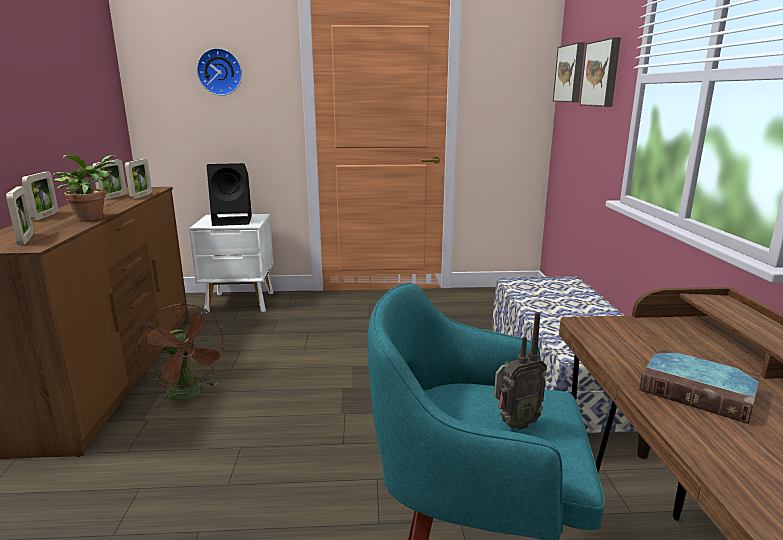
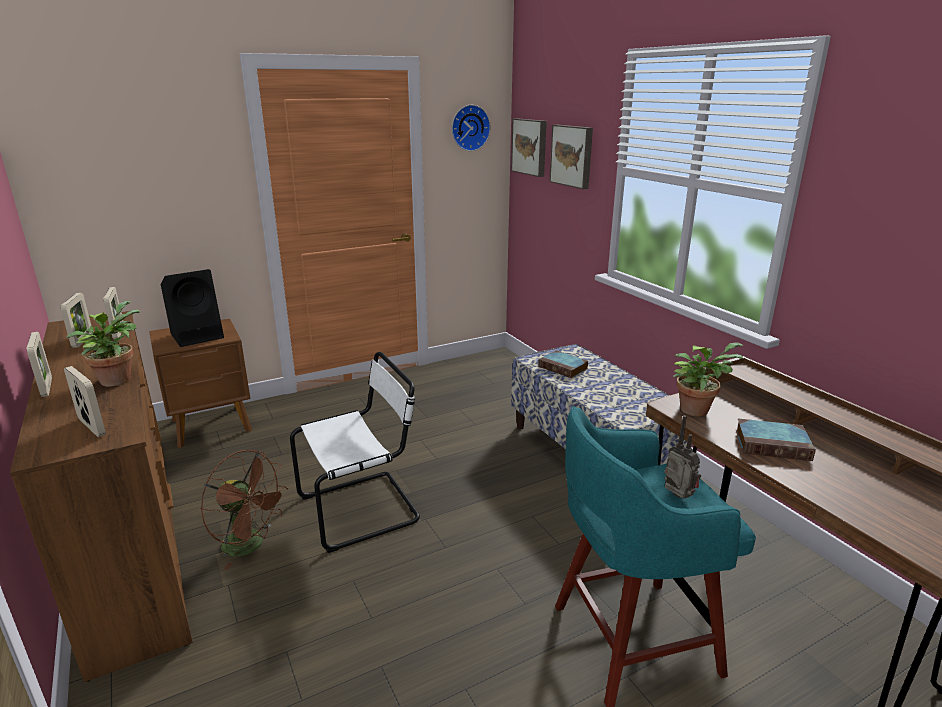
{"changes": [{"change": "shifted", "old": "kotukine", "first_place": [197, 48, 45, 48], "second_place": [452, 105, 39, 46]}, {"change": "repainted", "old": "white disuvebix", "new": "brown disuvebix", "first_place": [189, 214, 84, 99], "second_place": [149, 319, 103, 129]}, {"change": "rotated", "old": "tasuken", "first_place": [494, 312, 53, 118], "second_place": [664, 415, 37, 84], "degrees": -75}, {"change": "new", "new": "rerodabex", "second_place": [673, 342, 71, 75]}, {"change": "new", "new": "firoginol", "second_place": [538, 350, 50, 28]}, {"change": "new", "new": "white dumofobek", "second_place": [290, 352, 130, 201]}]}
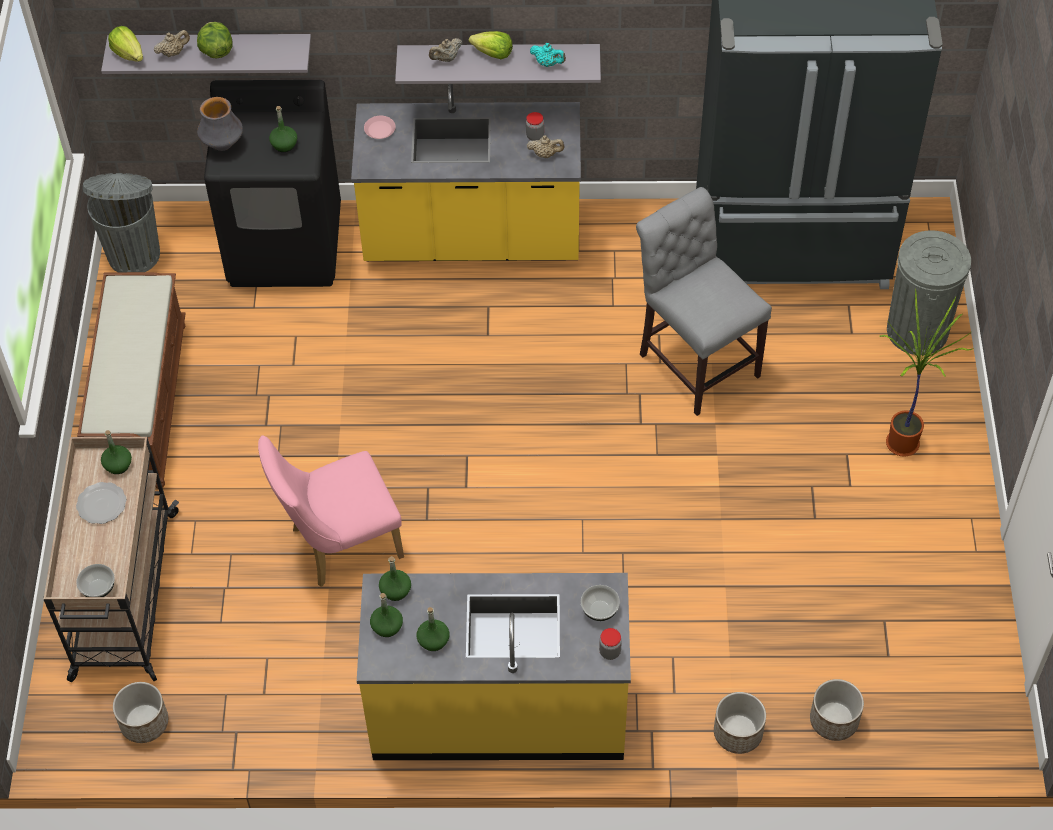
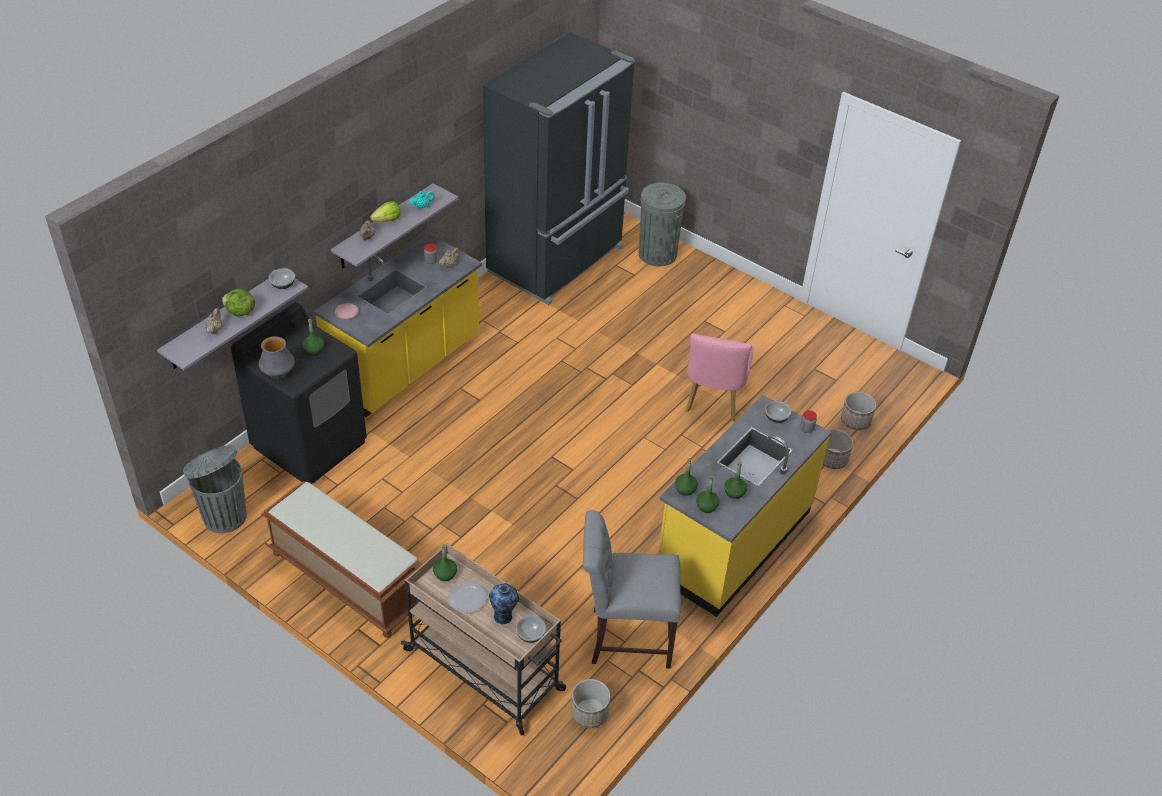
{"changes": [{"change": "gone", "old": "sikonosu", "first_place": [108, 26, 35, 36]}, {"change": "shifted", "old": "grey dumofobek", "first_place": [636, 187, 136, 229], "second_place": [583, 510, 98, 159]}, {"change": "gone", "old": "rerodabex", "first_place": [879, 288, 94, 169]}, {"change": "shifted", "old": "pink dumofobek", "first_place": [258, 435, 146, 152], "second_place": [685, 334, 69, 87]}, {"change": "new", "new": "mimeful", "second_place": [269, 268, 26, 21]}, {"change": "new", "new": "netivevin", "second_place": [489, 583, 30, 42]}]}
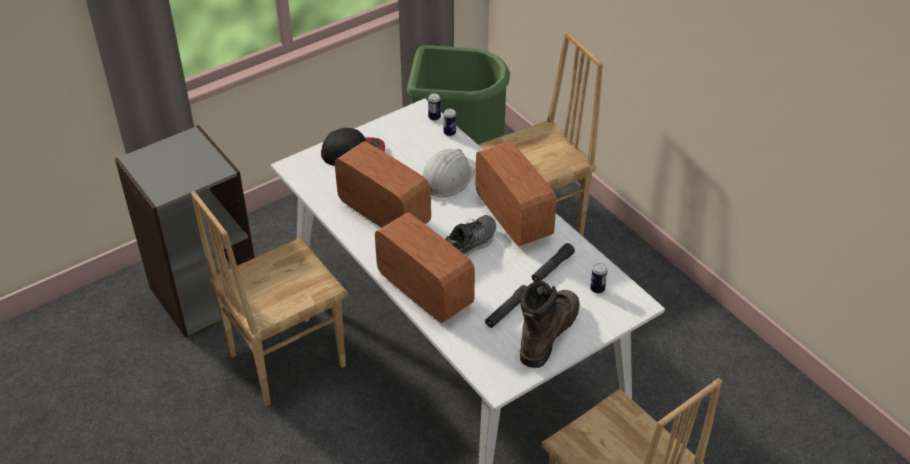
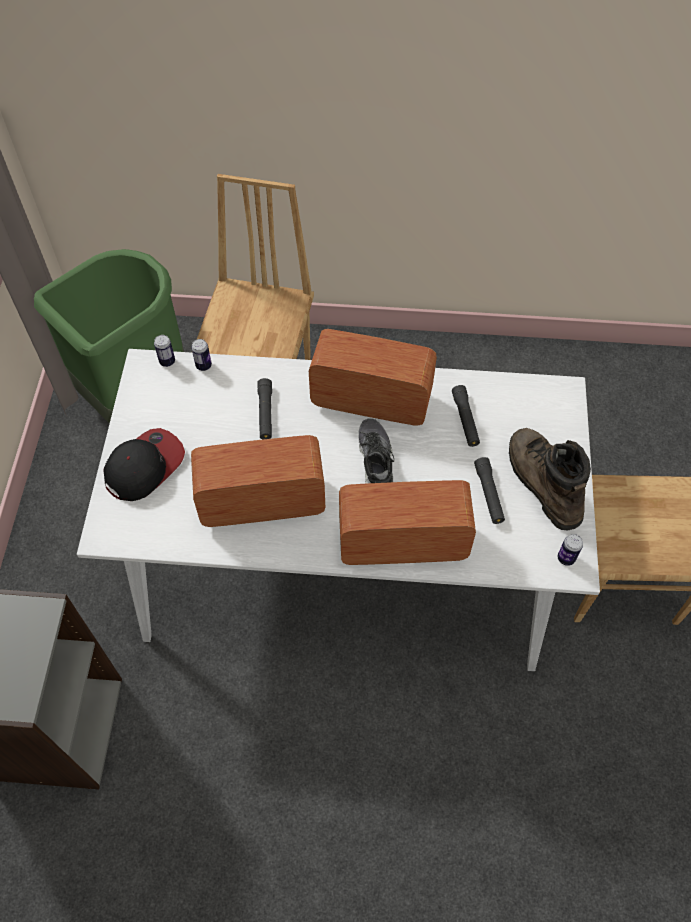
{"changes": [{"change": "swapped", "old": "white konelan", "new": "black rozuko", "first_place": [422, 149, 54, 48], "second_place": [257, 378, 15, 61]}, {"change": "gone", "old": "brown dumofobek", "first_place": [191, 191, 157, 216]}, {"change": "shifted", "old": "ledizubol", "first_place": [590, 263, 17, 30], "second_place": [558, 534, 25, 32]}]}
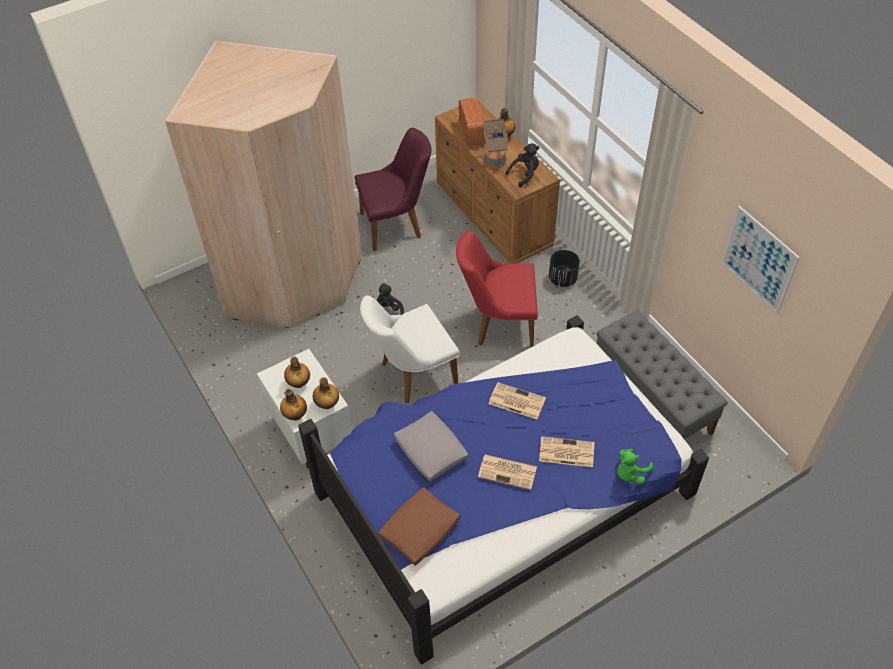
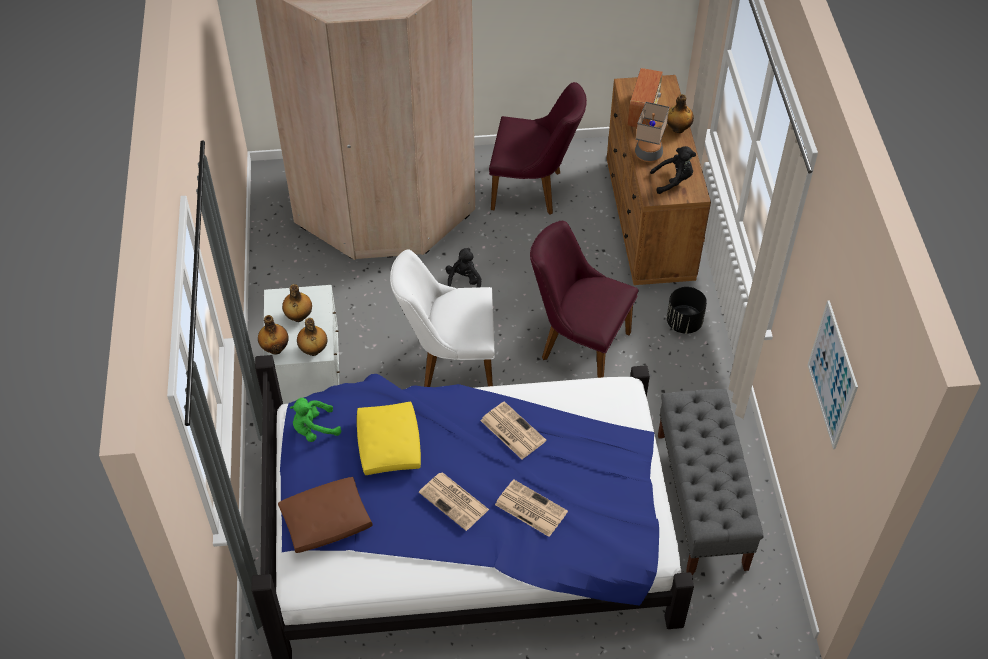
{"changes": [{"change": "repainted", "old": "red dumofobek", "new": "purple dumofobek", "first_place": [456, 231, 82, 116], "second_place": [530, 221, 109, 157]}, {"change": "repainted", "old": "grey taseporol", "new": "yellow taseporol", "first_place": [394, 411, 75, 71], "second_place": [357, 402, 64, 73]}, {"change": "shifted", "old": "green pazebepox", "first_place": [617, 449, 36, 35], "second_place": [290, 398, 51, 44]}]}
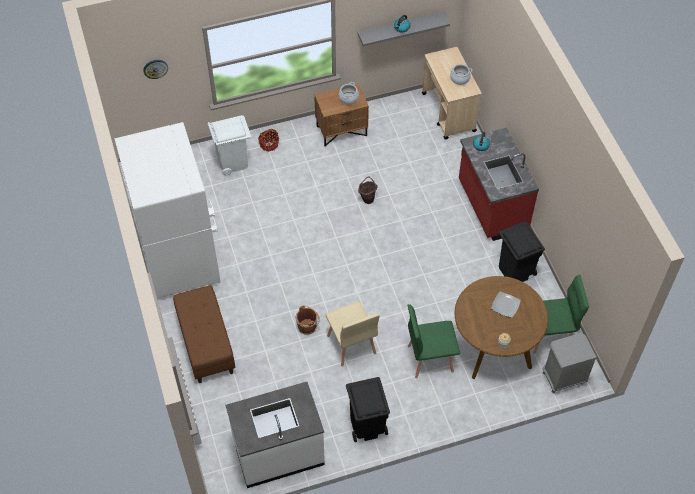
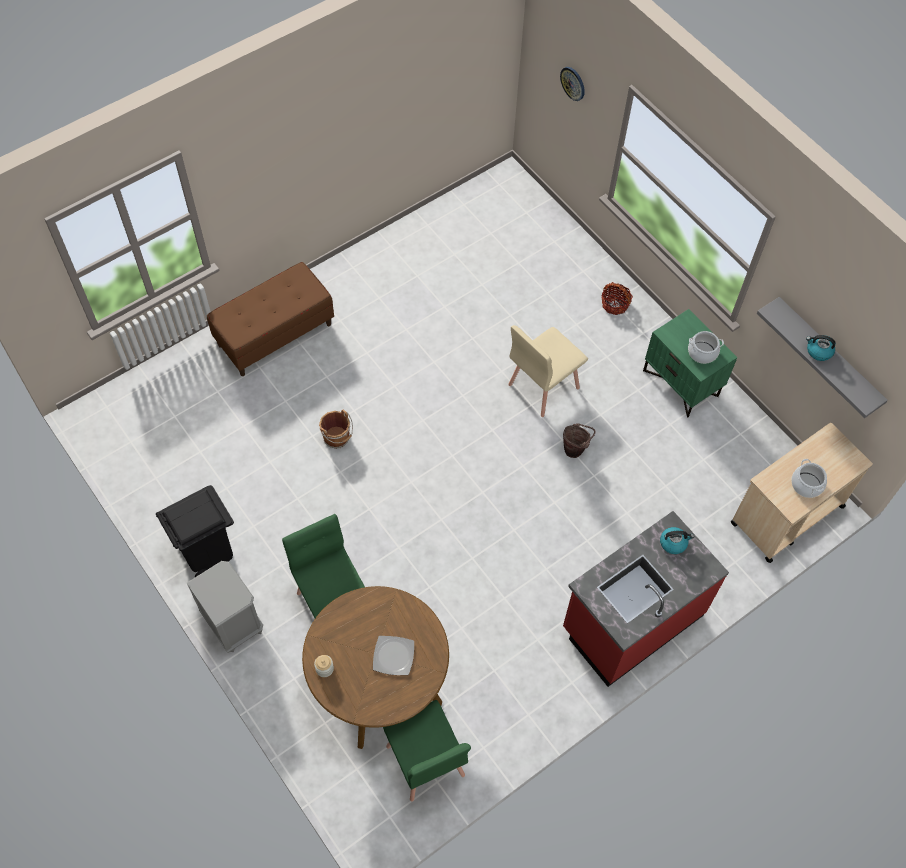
{"changes": [{"change": "repainted", "old": "brown disuvebix", "new": "green disuvebix", "first_place": [314, 84, 55, 62], "second_place": [643, 309, 94, 109]}, {"change": "gone", "old": "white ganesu", "first_place": [208, 115, 43, 60]}, {"change": "gone", "old": "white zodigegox", "first_place": [114, 122, 107, 176]}, {"change": "gone", "old": "black ganesu", "first_place": [498, 221, 47, 61]}, {"change": "shifted", "old": "beige dumofobek", "first_place": [325, 302, 55, 65], "second_place": [508, 325, 80, 92]}, {"change": "shifted", "old": "grey disuvebix", "first_place": [543, 333, 54, 60], "second_place": [187, 561, 76, 92]}, {"change": "gone", "old": "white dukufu", "first_place": [226, 382, 99, 106]}]}
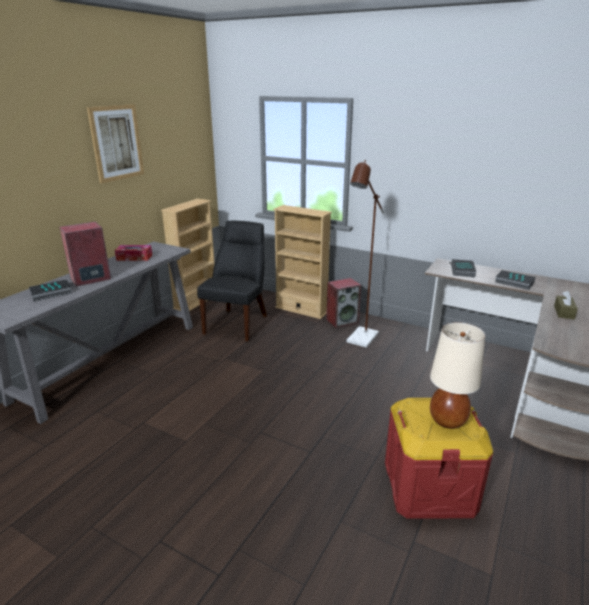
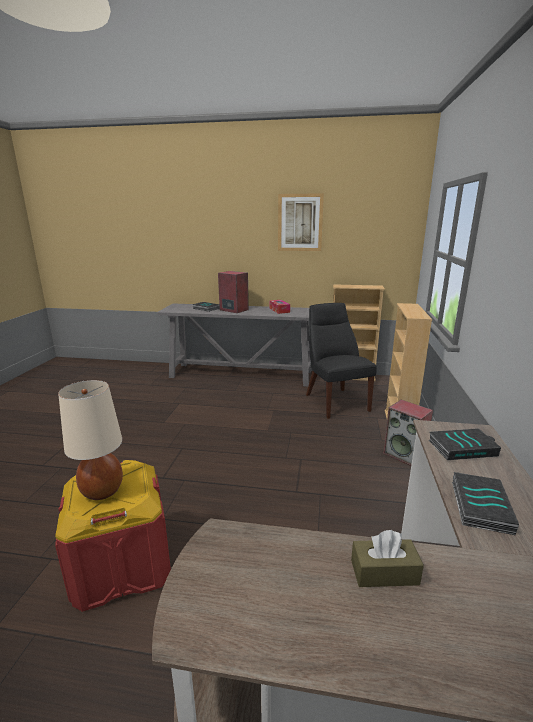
{"changes": [{"change": "gone", "old": "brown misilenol", "first_place": [346, 160, 38, 188]}, {"change": "rotated", "old": "black dumofobek", "first_place": [197, 221, 70, 120], "second_place": [306, 303, 71, 116], "degrees": -105}]}
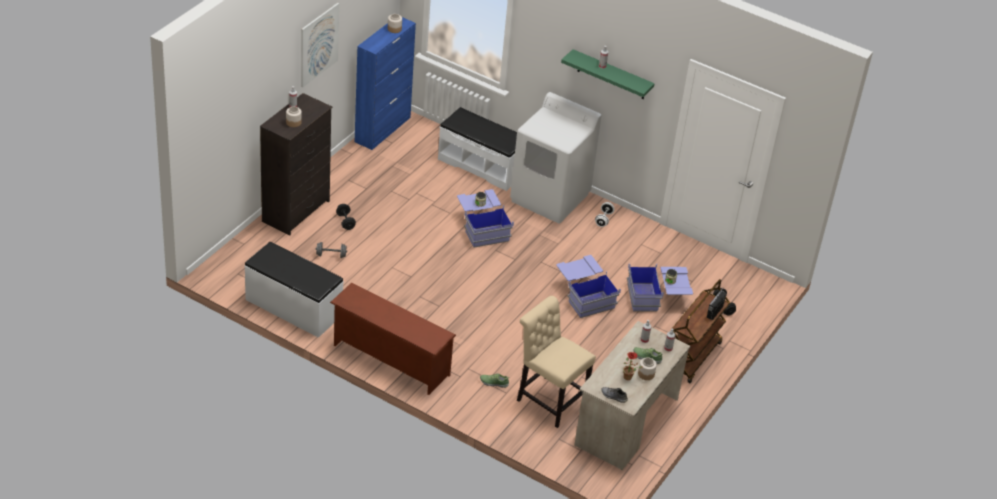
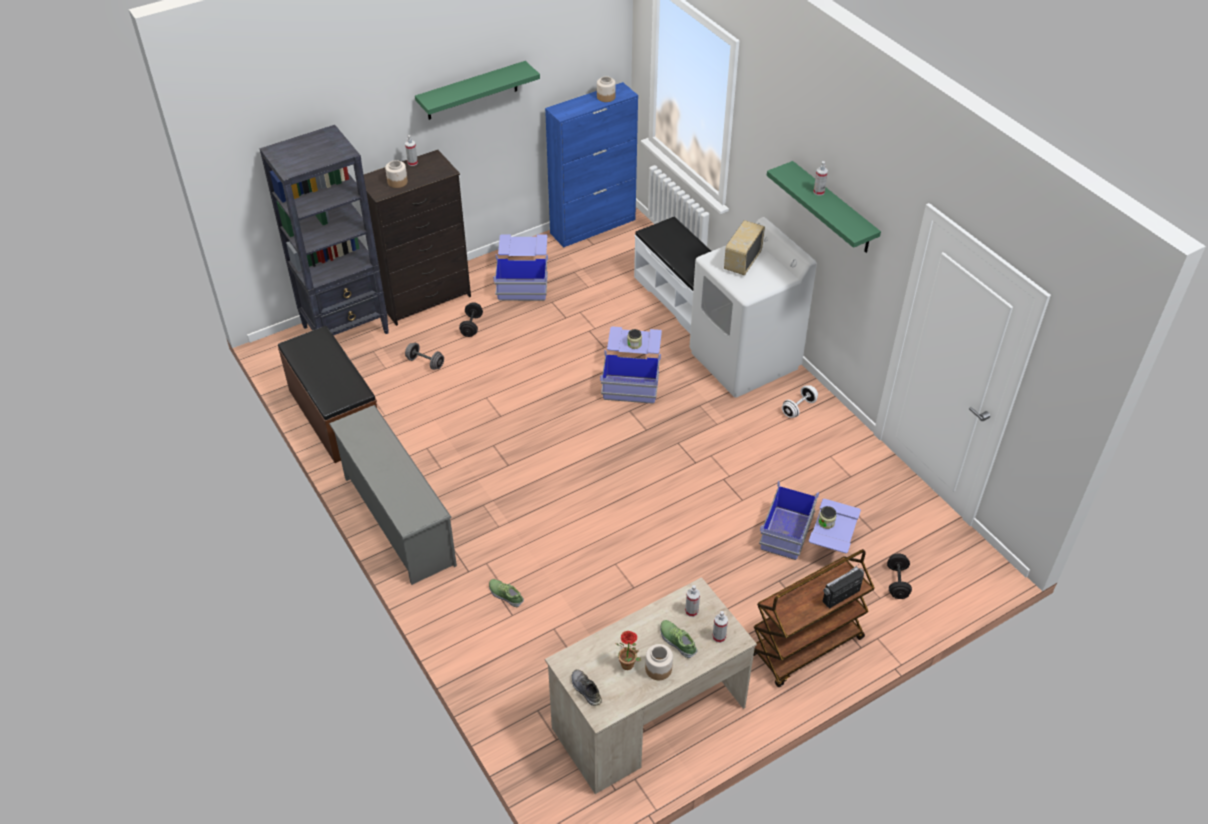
{"changes": [{"change": "swapped", "old": "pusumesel", "new": "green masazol", "first_place": [301, 3, 38, 85], "second_place": [415, 61, 125, 59]}, {"change": "repainted", "old": "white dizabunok", "new": "brown dizabunok", "first_place": [245, 242, 99, 96], "second_place": [278, 326, 99, 137]}, {"change": "shifted", "old": "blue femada", "first_place": [556, 255, 65, 63], "second_place": [493, 235, 55, 66]}, {"change": "repainted", "old": "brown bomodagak", "new": "grey bomodagak", "first_place": [330, 283, 126, 112], "second_place": [329, 405, 128, 180]}, {"change": "gone", "old": "beige dumofobek", "first_place": [517, 296, 79, 132]}, {"change": "new", "new": "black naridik", "second_place": [259, 125, 130, 211]}, {"change": "new", "new": "tasuken", "second_place": [724, 220, 41, 55]}]}
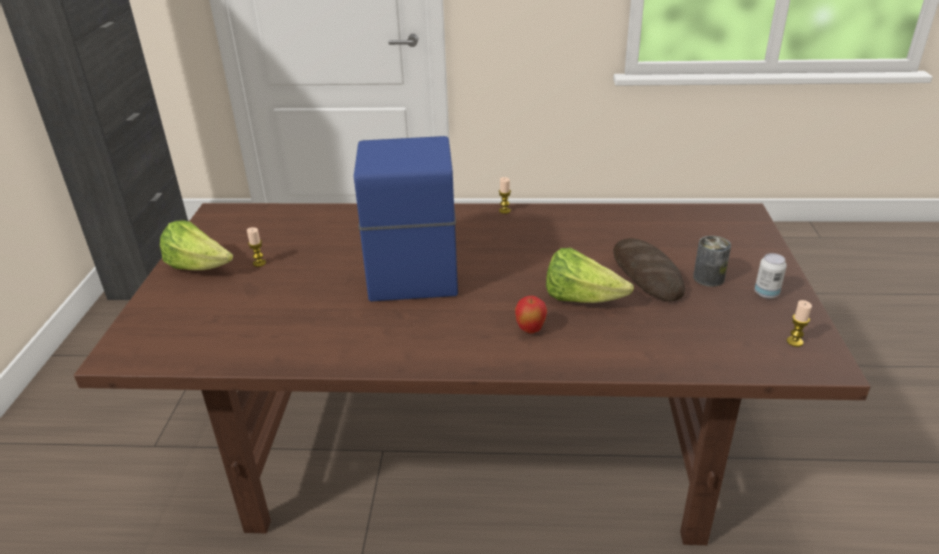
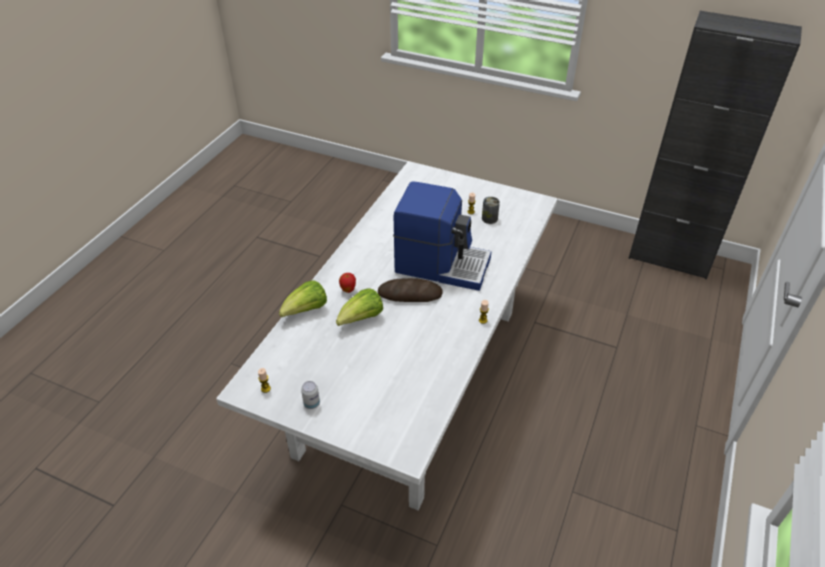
{"changes": [{"change": "repainted", "old": "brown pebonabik", "new": "white pebonabik", "first_place": [74, 203, 796, 342], "second_place": [216, 161, 342, 349]}, {"change": "shifted", "old": "sikonosu", "first_place": [160, 220, 73, 50], "second_place": [279, 280, 48, 37]}, {"change": "shifted", "old": "ledizubol", "first_place": [693, 236, 38, 51], "second_place": [482, 197, 18, 27]}, {"change": "shifted", "old": "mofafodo", "first_place": [613, 238, 72, 64], "second_place": [378, 278, 64, 24]}]}
